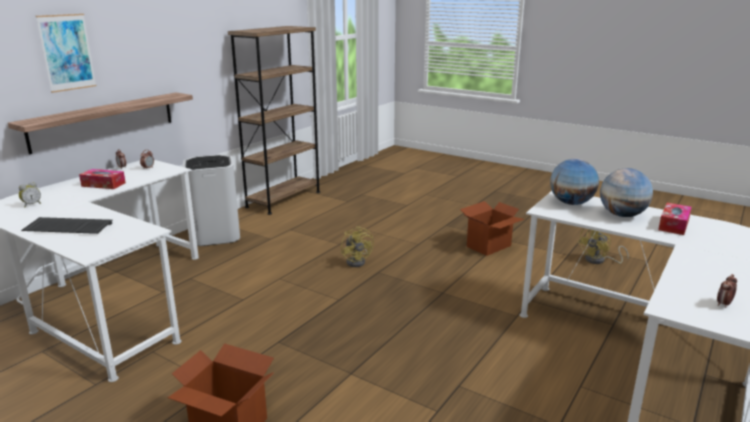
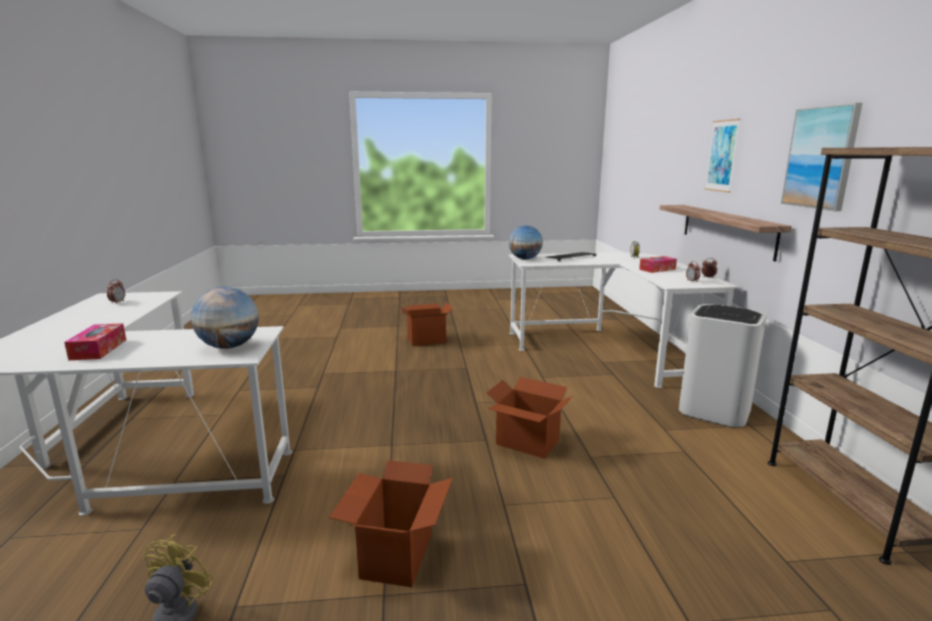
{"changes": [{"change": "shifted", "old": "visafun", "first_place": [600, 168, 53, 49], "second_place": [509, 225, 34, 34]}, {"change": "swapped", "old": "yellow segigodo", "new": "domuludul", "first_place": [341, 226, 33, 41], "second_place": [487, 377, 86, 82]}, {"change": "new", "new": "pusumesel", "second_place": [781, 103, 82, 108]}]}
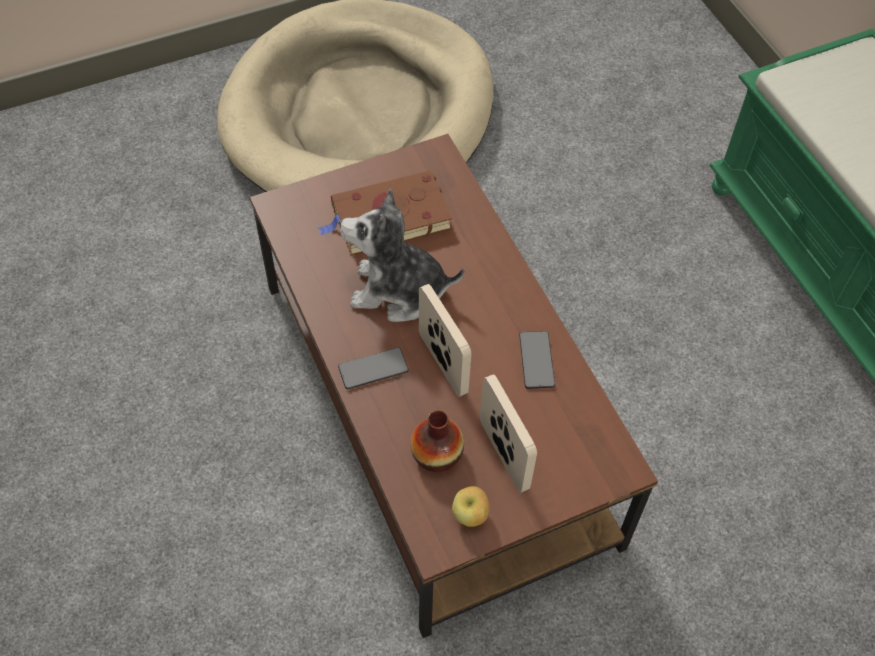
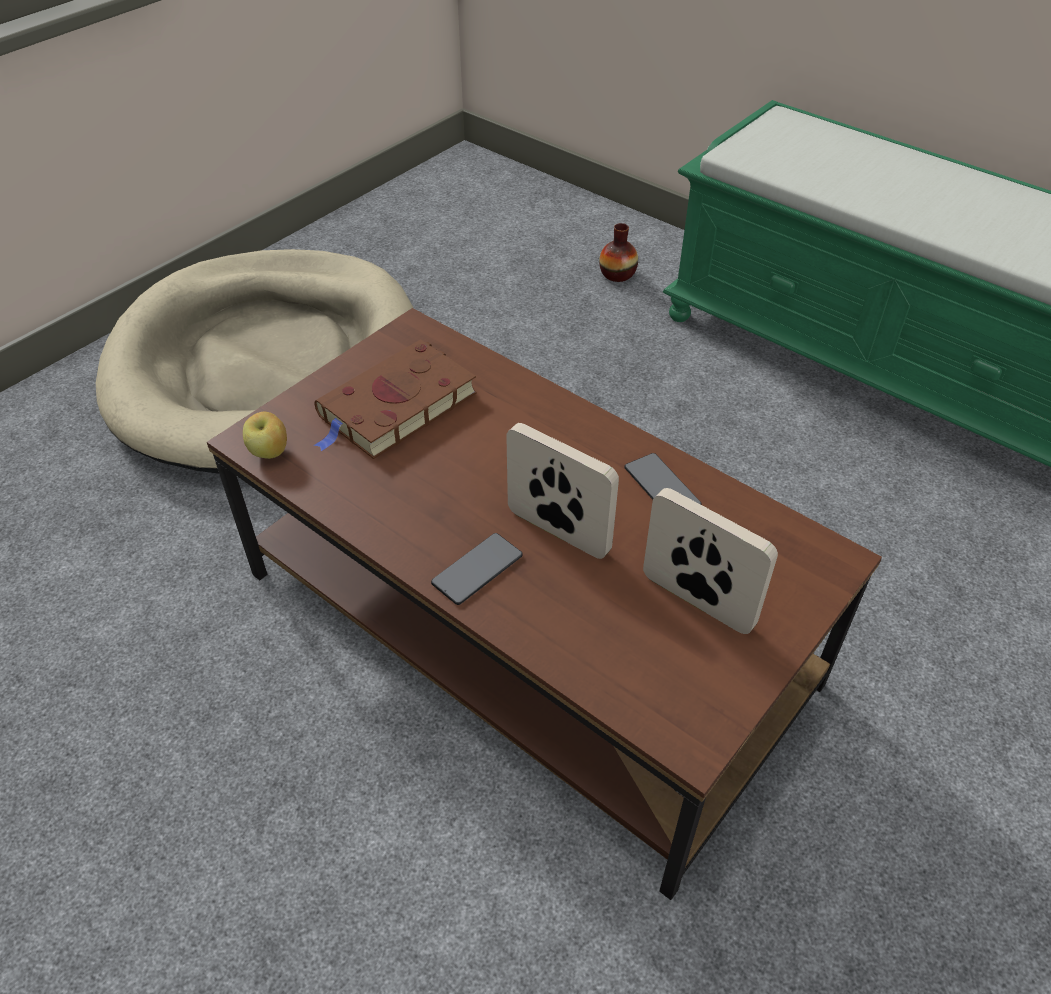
{"changes": [{"change": "gone", "old": "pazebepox", "first_place": [340, 188, 125, 134]}, {"change": "shifted", "old": "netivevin", "first_place": [411, 410, 53, 62], "second_place": [599, 223, 39, 59]}, {"change": "shifted", "old": "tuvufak", "first_place": [452, 486, 38, 41], "second_place": [243, 411, 44, 48]}]}
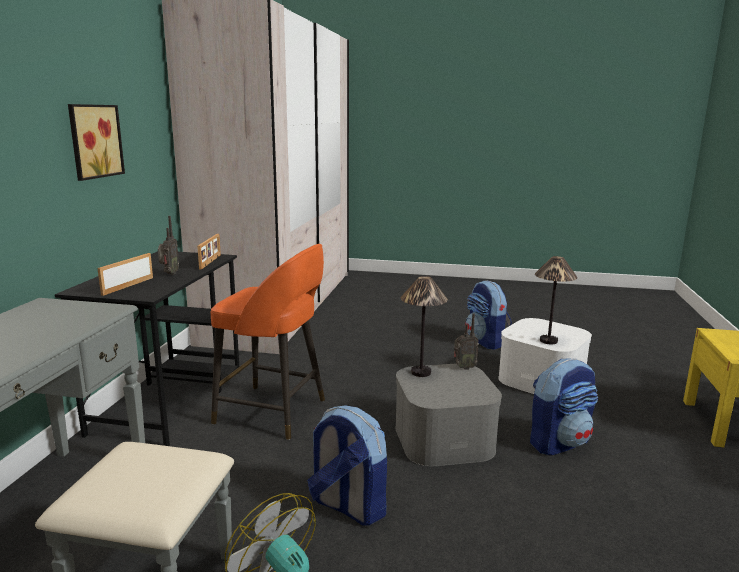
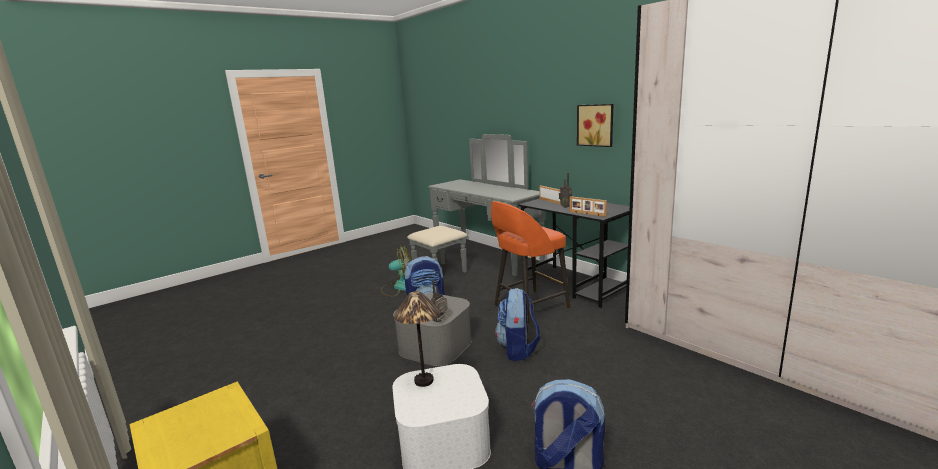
{"changes": [{"change": "gone", "old": "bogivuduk", "first_place": [401, 276, 47, 101]}, {"change": "shifted", "old": "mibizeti", "first_place": [530, 358, 68, 97], "second_place": [495, 288, 46, 73]}]}
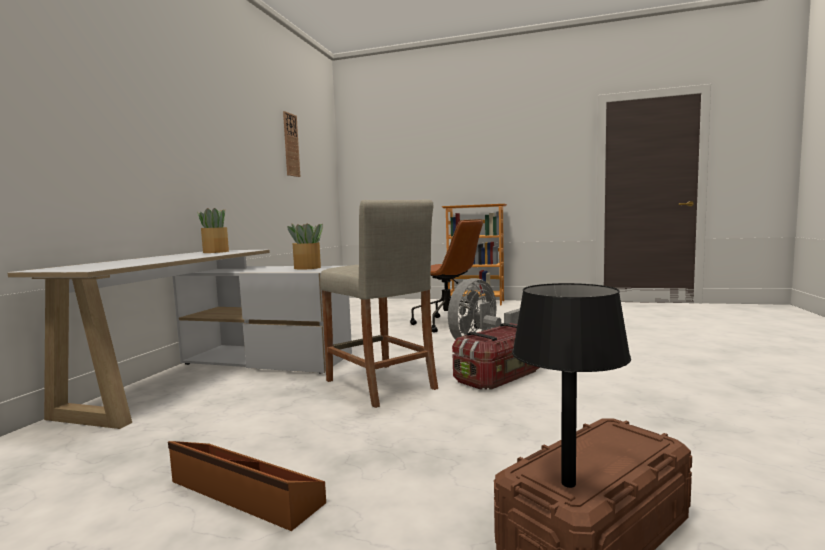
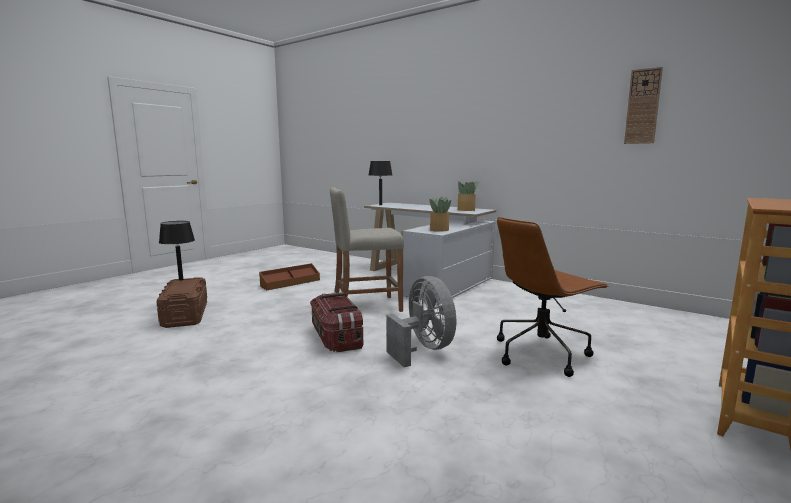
{"changes": [{"change": "new", "new": "black bogivuduk", "second_place": [369, 161, 23, 44]}]}
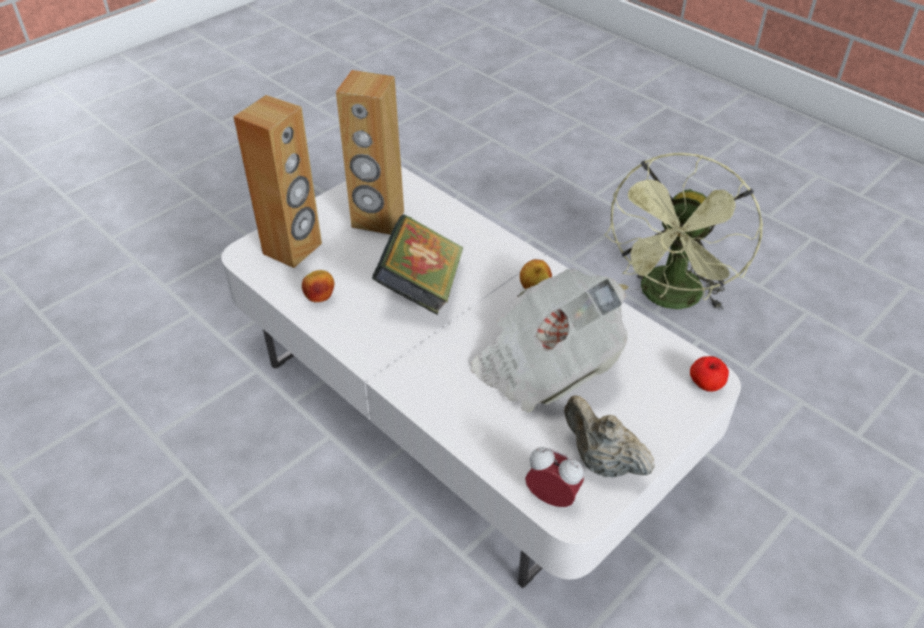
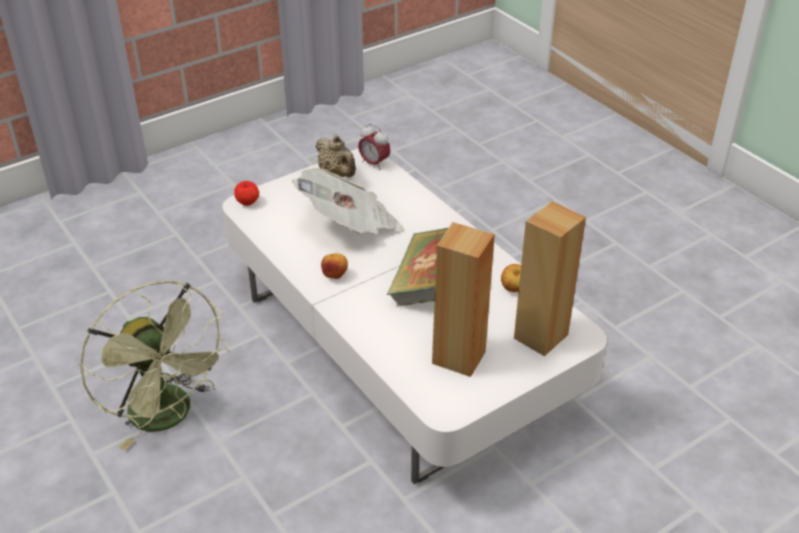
{"changes": [{"change": "rotated", "old": "green segigodo", "first_place": [605, 153, 158, 158], "second_place": [80, 281, 151, 170], "degrees": 105}]}
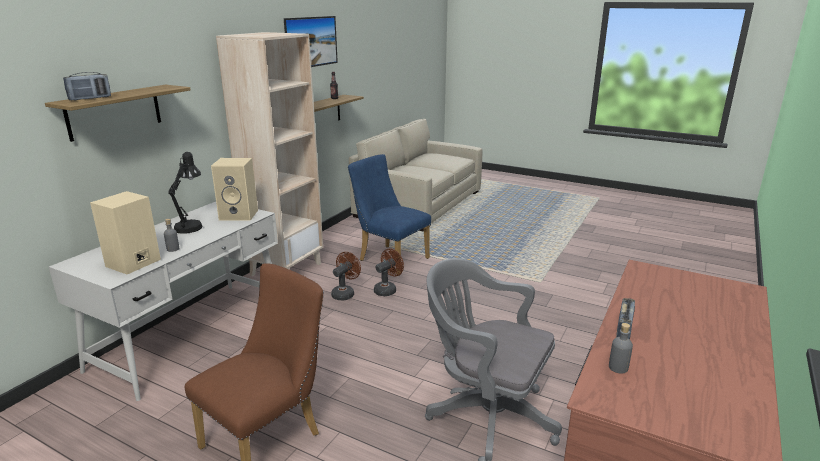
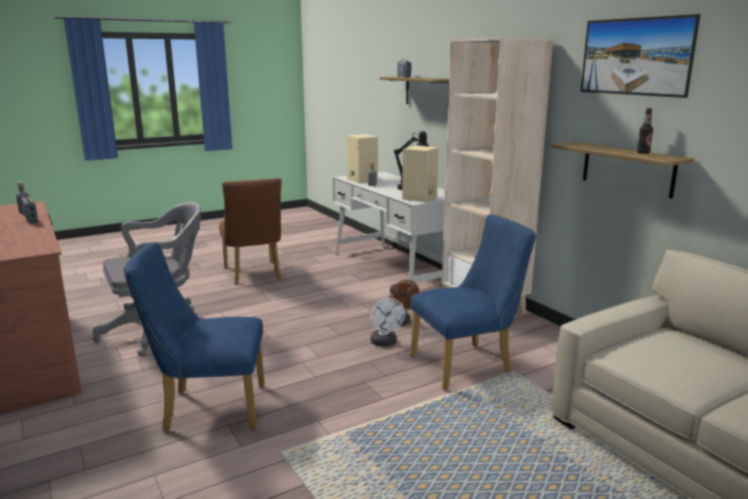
{"changes": [{"change": "repainted", "old": "brown segigodo", "new": "white segigodo", "first_place": [374, 249, 30, 47], "second_place": [370, 298, 35, 49]}, {"change": "new", "new": "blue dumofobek", "second_place": [124, 242, 141, 189]}]}
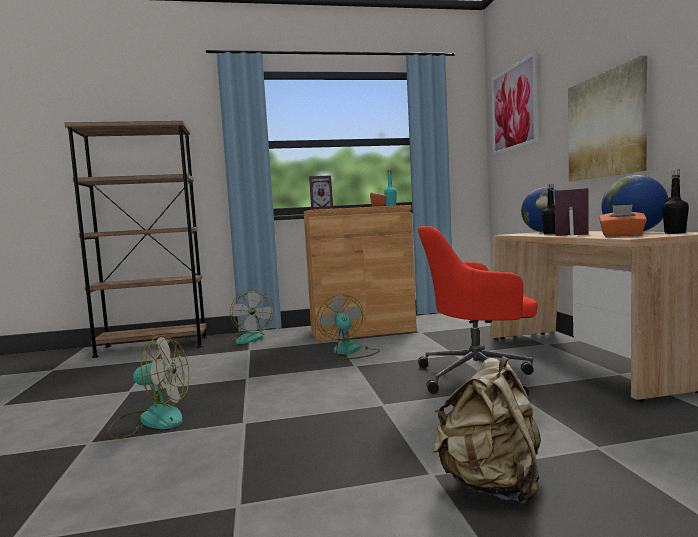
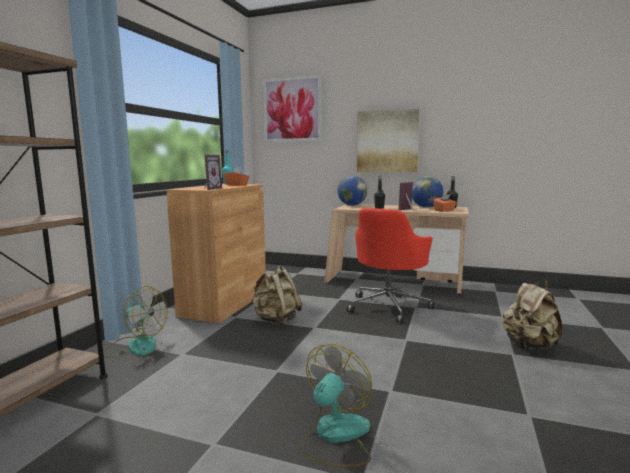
{"changes": [{"change": "swapped", "old": "segigodo", "new": "beige mibizeti", "first_place": [316, 294, 64, 65], "second_place": [250, 266, 52, 60]}]}
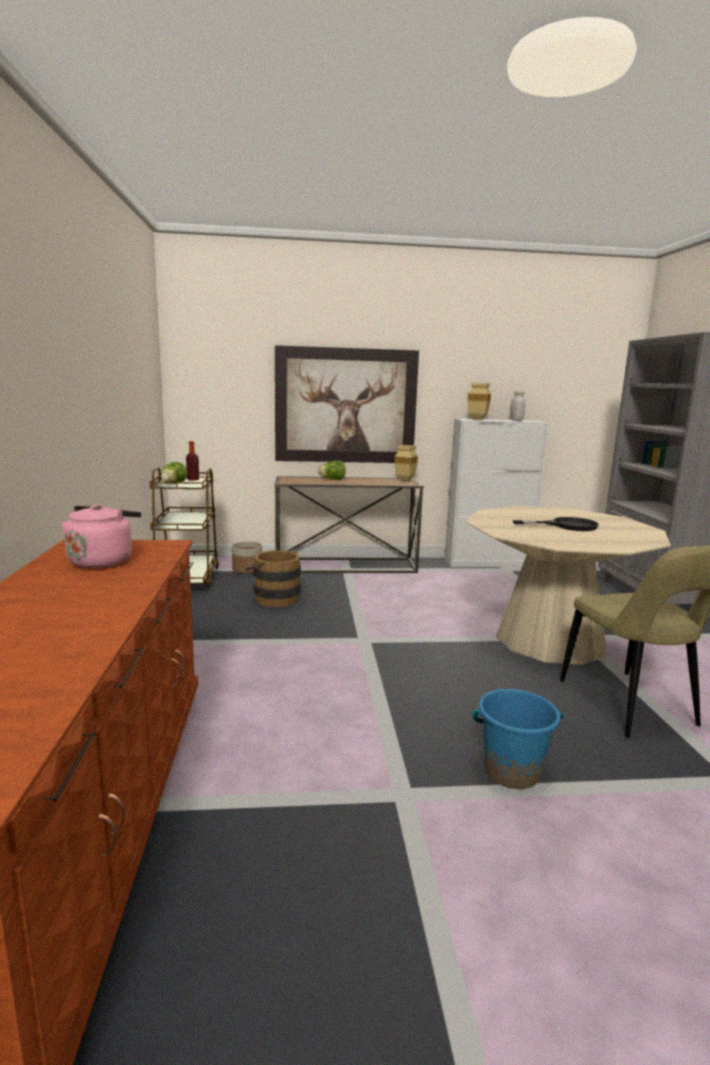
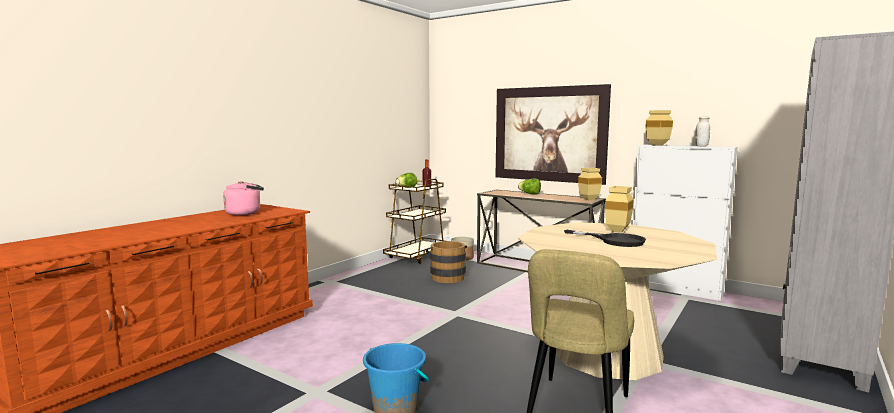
{"changes": [{"change": "new", "new": "beige netivevin", "second_place": [605, 186, 29, 47]}]}
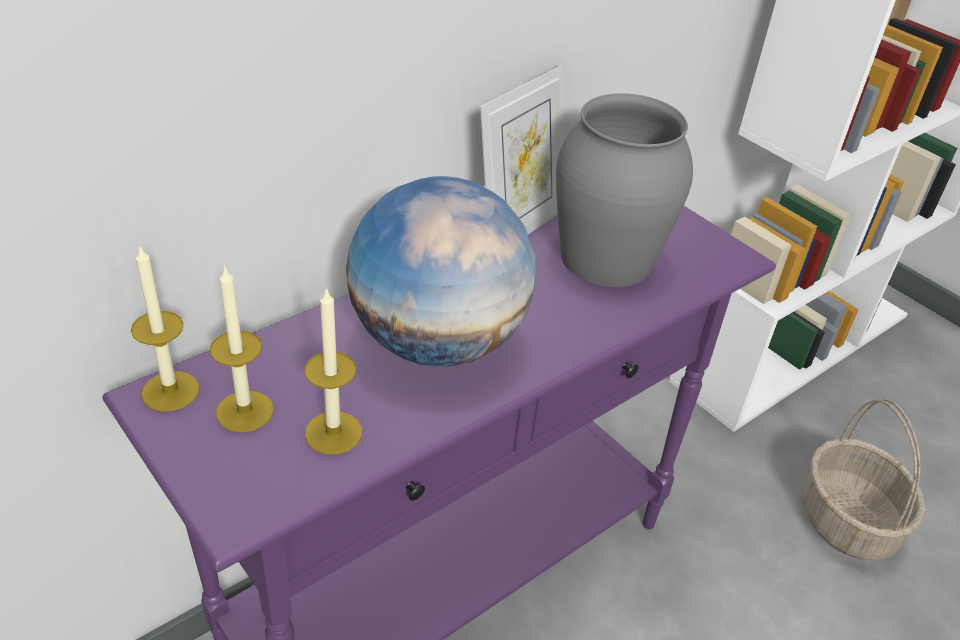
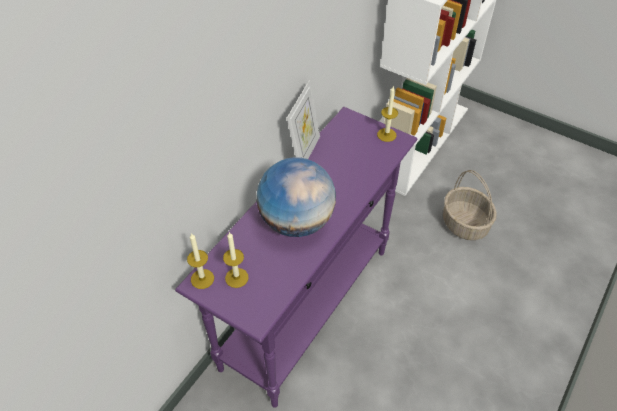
{"changes": [{"change": "gone", "old": "grey netivevin", "first_place": [556, 93, 137, 194]}, {"change": "shifted", "old": "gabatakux", "first_place": [304, 287, 58, 168], "second_place": [377, 85, 21, 57]}]}
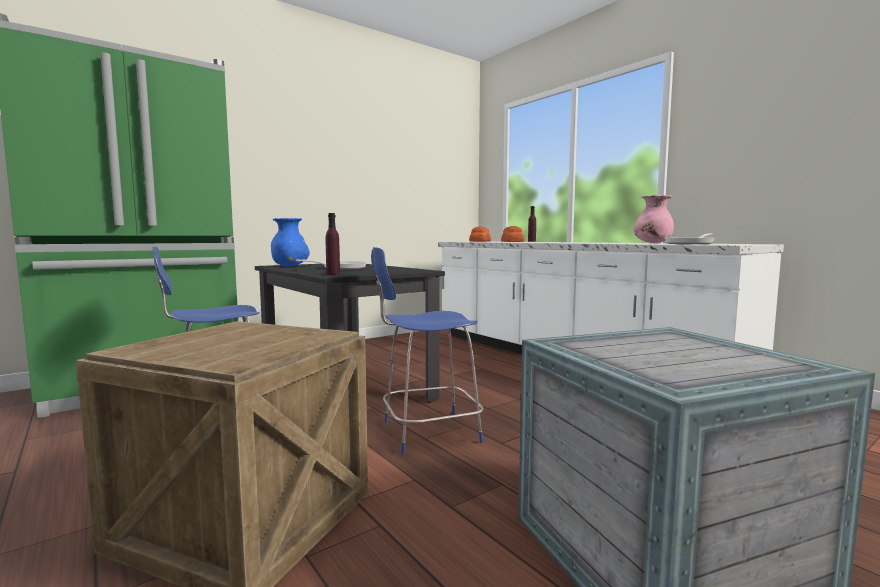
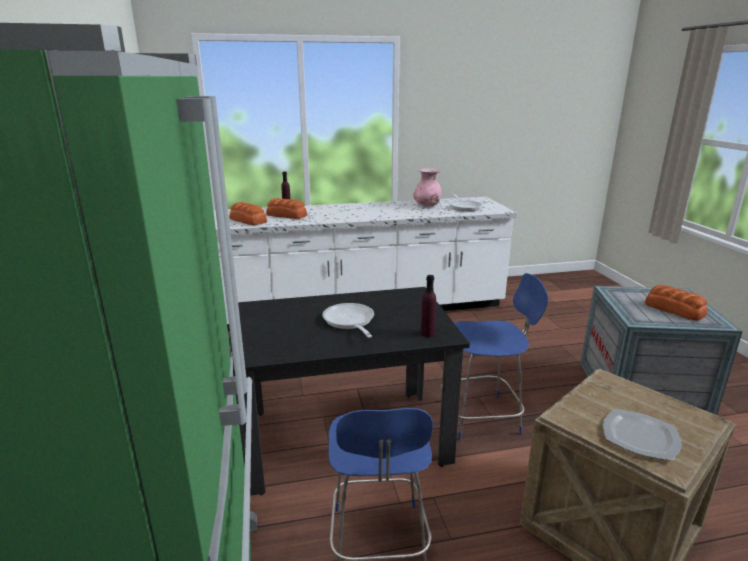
{"changes": [{"change": "gone", "old": "blue netivevin", "first_place": [271, 218, 39, 48]}, {"change": "rotated", "old": "blue dumofobek", "first_place": [371, 247, 113, 208], "second_place": [441, 273, 107, 167], "degrees": -105}, {"change": "new", "new": "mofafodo", "second_place": [645, 285, 62, 36]}, {"change": "new", "new": "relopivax", "second_place": [603, 409, 79, 52]}]}
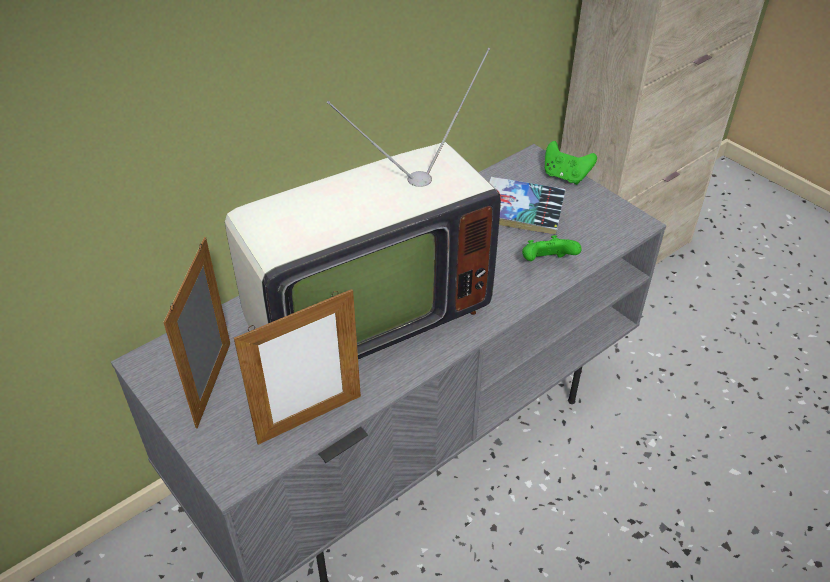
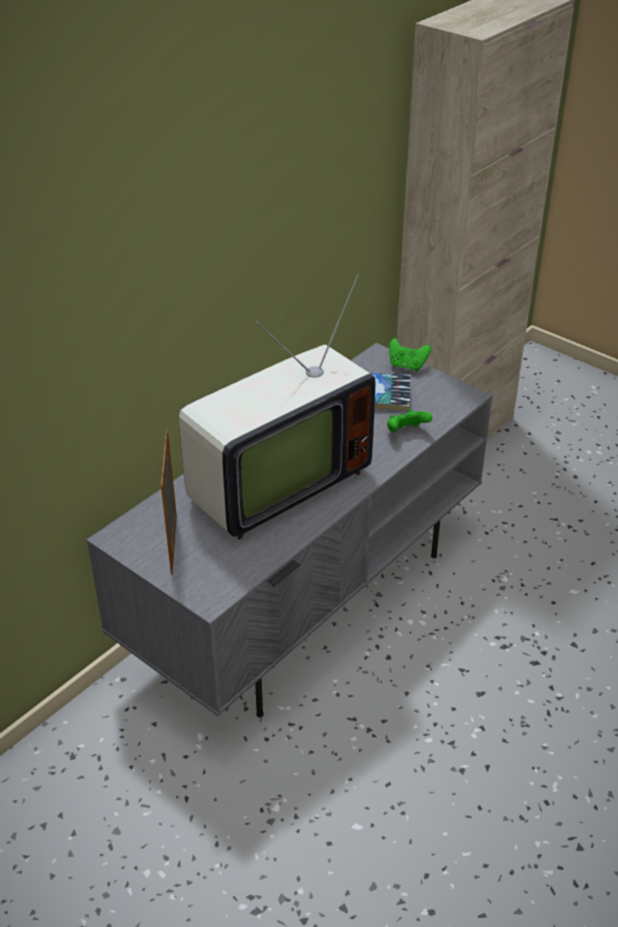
{"changes": [{"change": "gone", "old": "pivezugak", "first_place": [234, 289, 127, 156]}]}
